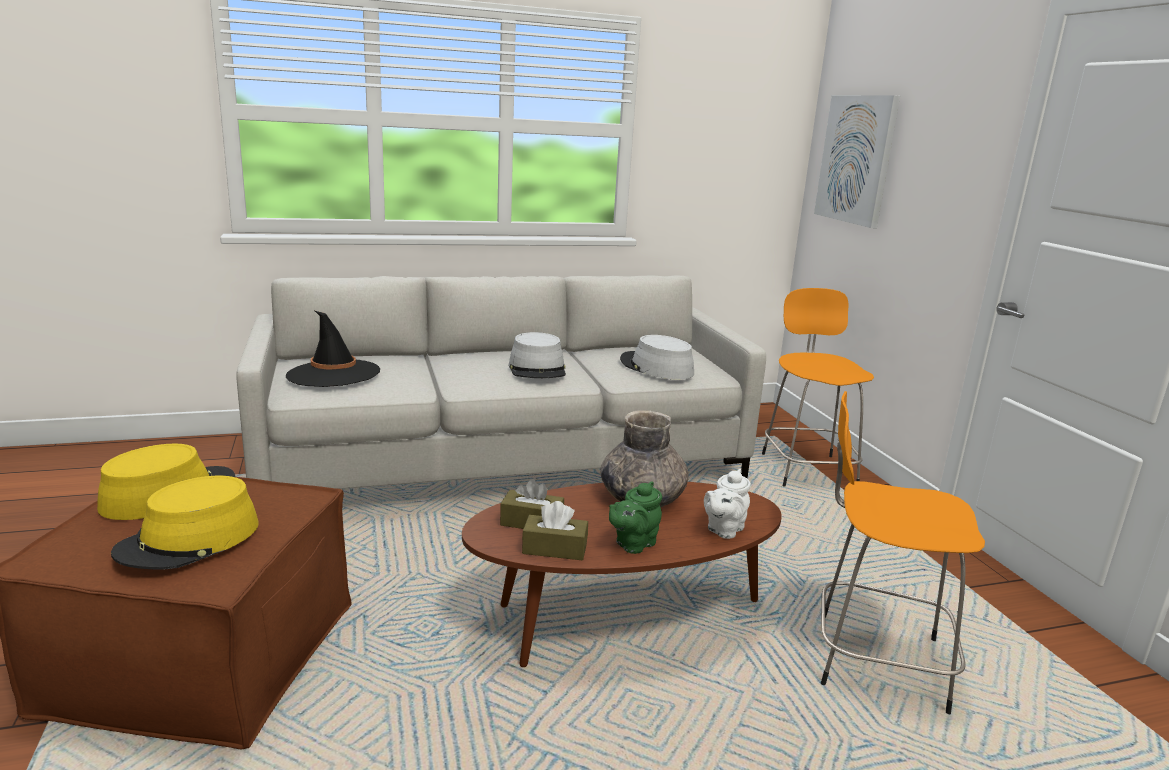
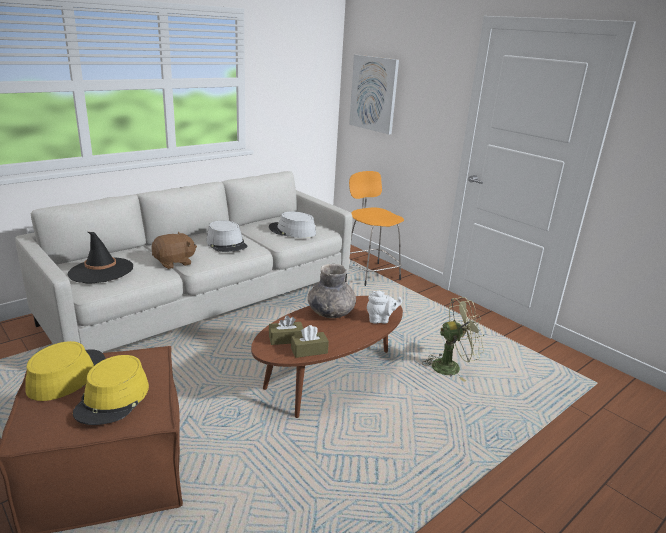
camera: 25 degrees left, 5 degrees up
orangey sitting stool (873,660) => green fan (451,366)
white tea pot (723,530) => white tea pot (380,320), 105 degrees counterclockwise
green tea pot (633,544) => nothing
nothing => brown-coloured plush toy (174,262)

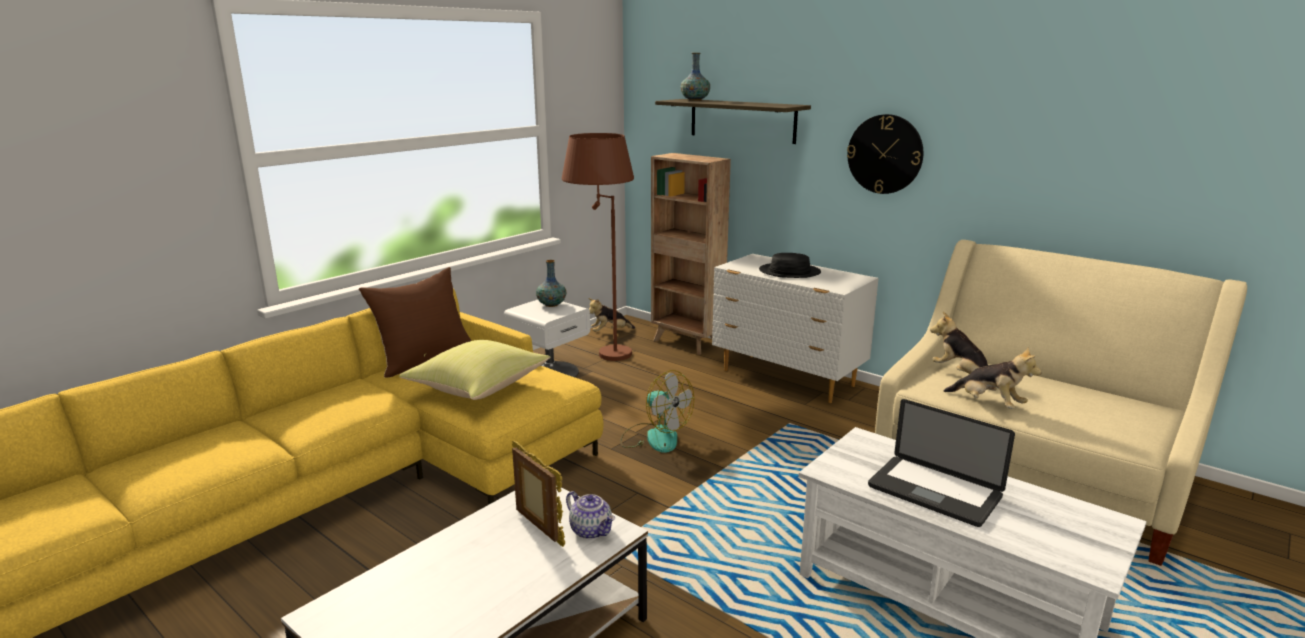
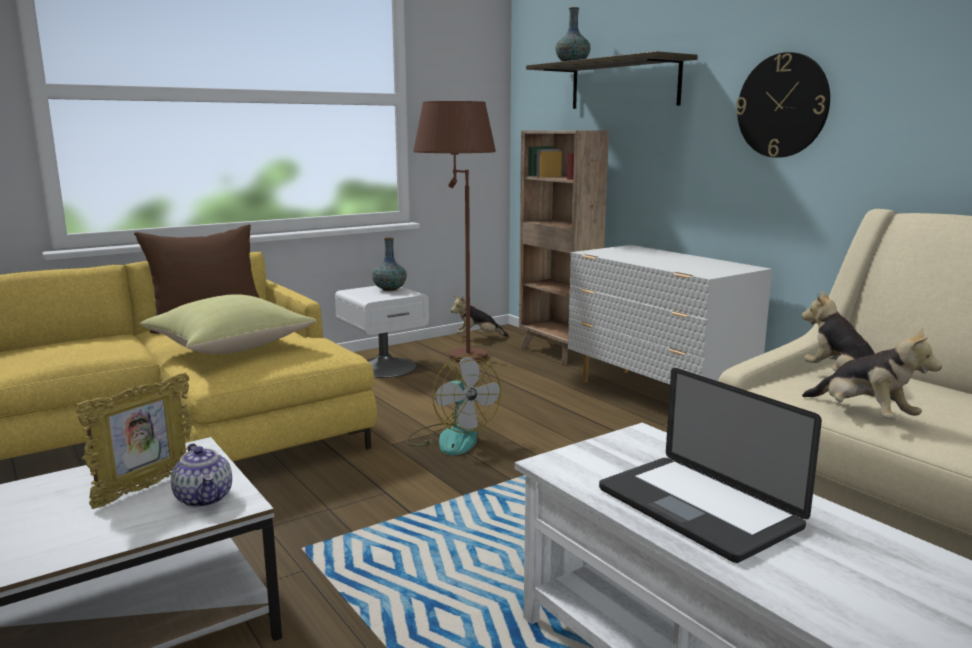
camera: 15 degrees right, 5 degrees down
blackish clothing hat (789,272) => nothing
standing frame (538,528) => standing frame (146,488), 60 degrees clockwise

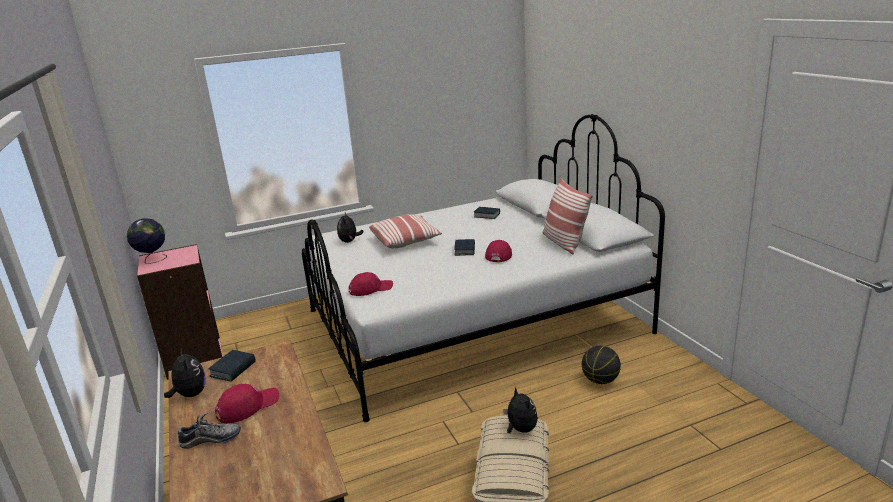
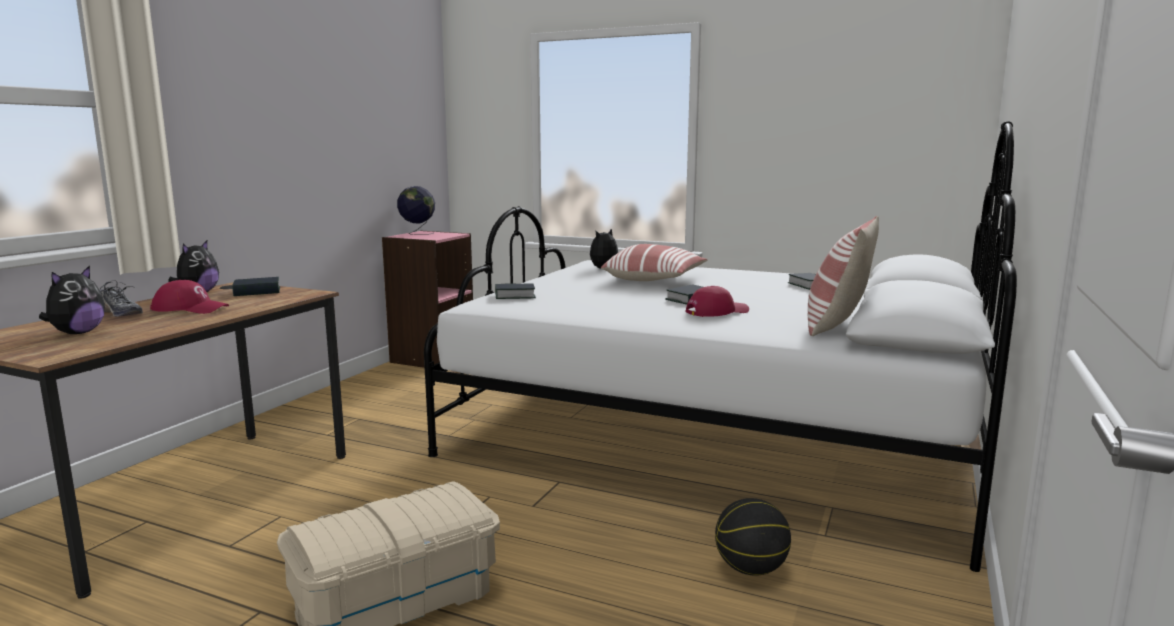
camera: 45 degrees right, 10 degrees down
red baseball cap (370,288) => book (515,296)
plush toy (520,429) => plush toy (77,333), relocated

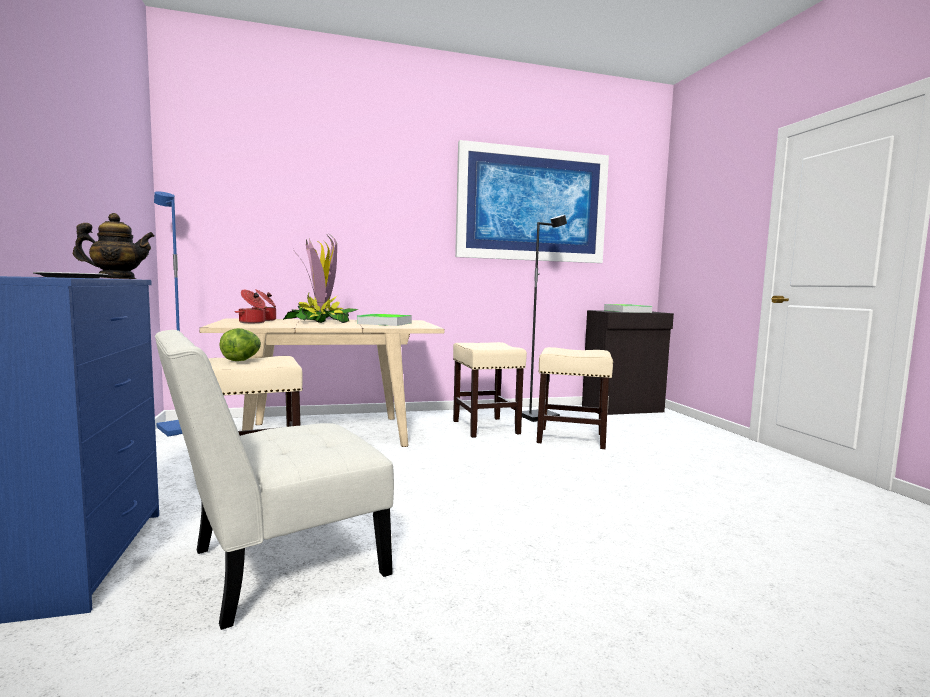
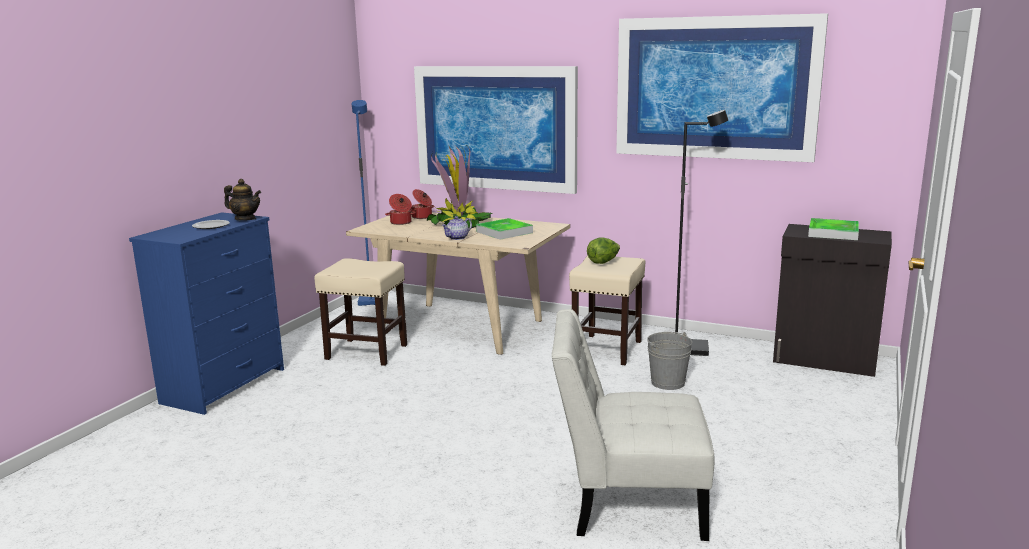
camera: 40 degrees right, 10 degrees up
lettuce (242,360) => lettuce (603,262), relocated
white plain chair (277,566) => white plain chair (628,502), relocated
beige sitting stool (572,438) => greyish water bucket (668,382)
nothing => picture (495,128)
nothing => tea pot (457,238)

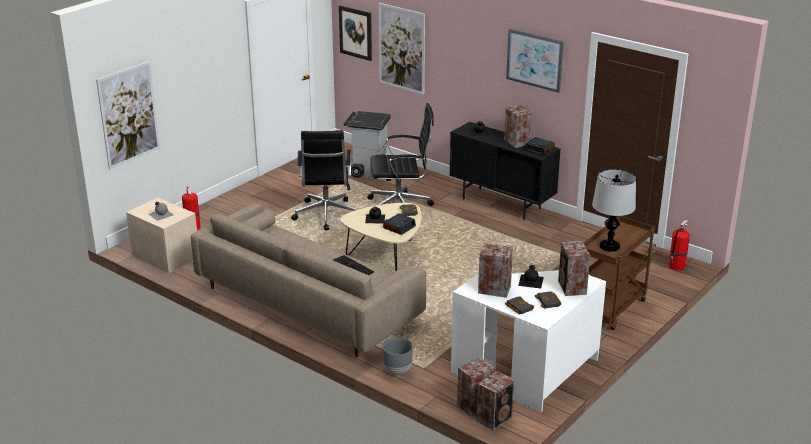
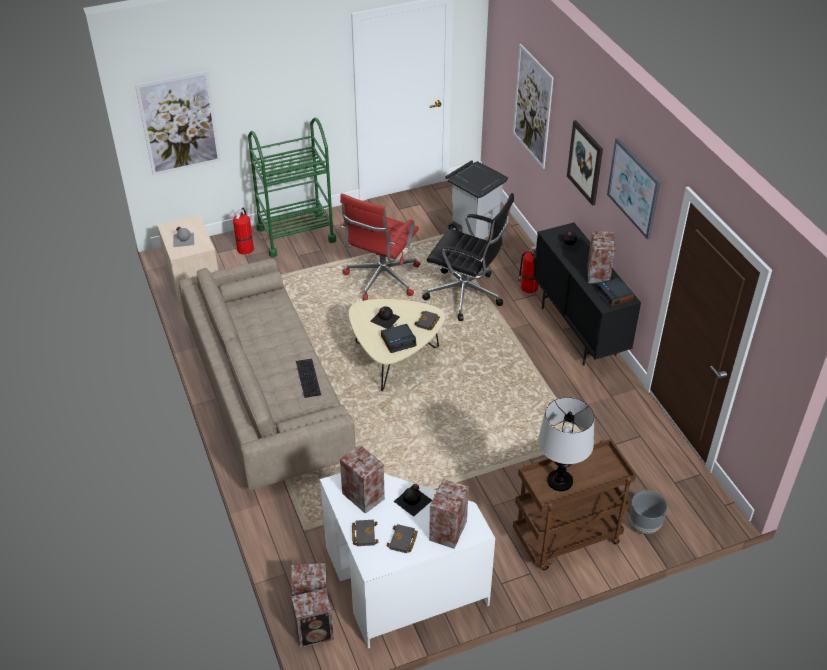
camera: 30 degrees right, 15 degrees up
picture (356,32) => picture (585,162), relocated
blackish office chair (326,215) => red office chair (381,279)
fire-fighting cylinder (676,266) => fire-fighting cylinder (528,287), relocated
greyish planter (397,371) => greyish planter (643,525), relocated
nothing => green trolley (296,234)

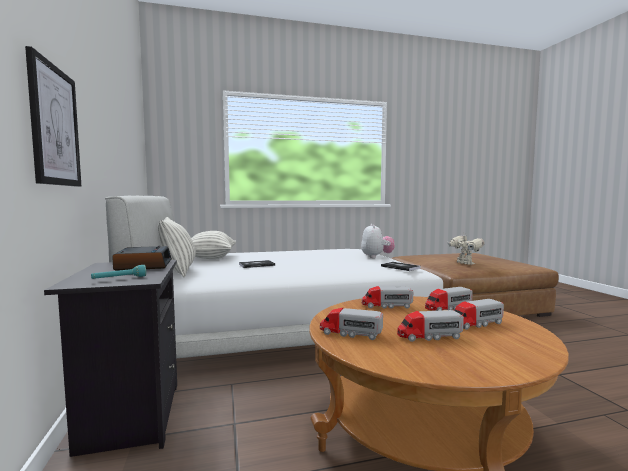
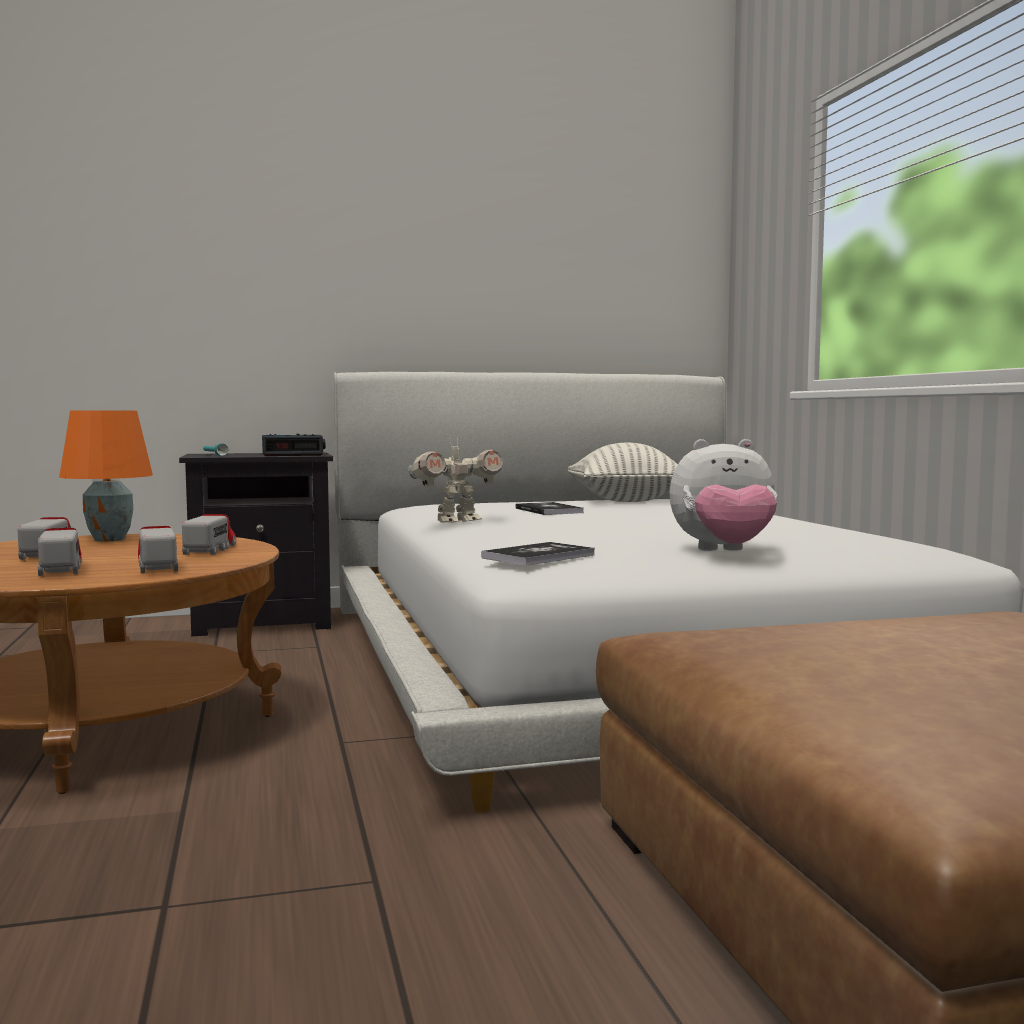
camera: 90 degrees right, 0 degrees up
picture (54,126) => nothing
pillow (177,271) => nothing
model robot (464,263) => model robot (456,521), relocated
toy lorry (350,333) => orangey lamp for a table (108,539)

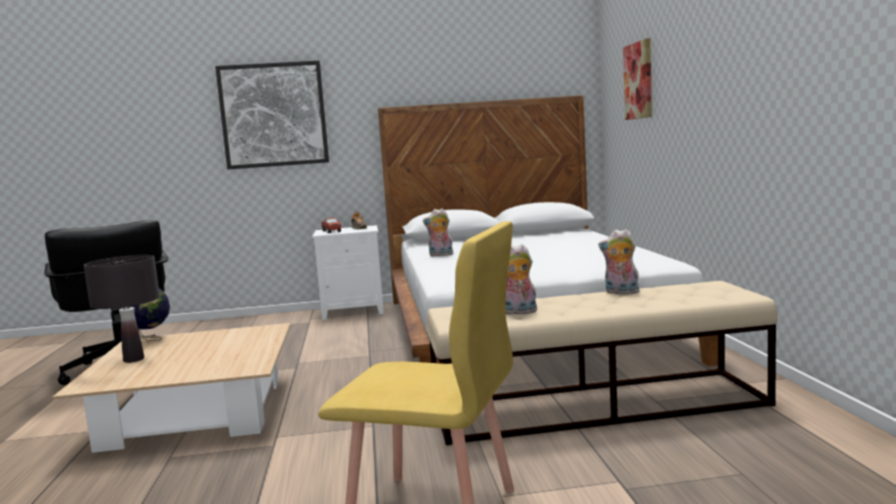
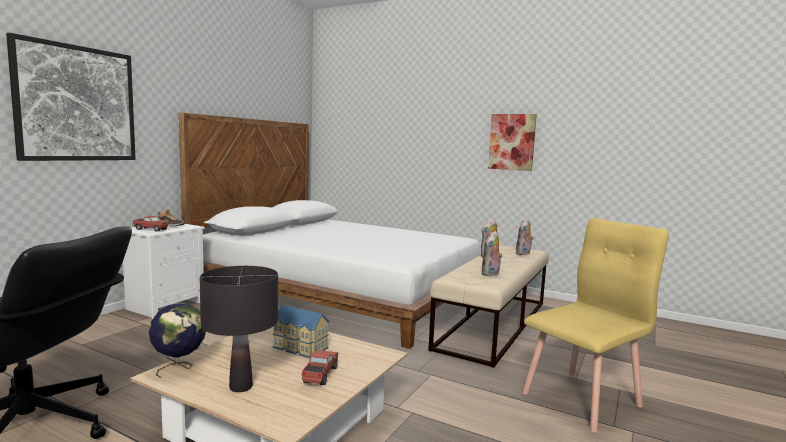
camera: 55 degrees left, 0 degrees up
picture (639,80) => picture (512,142), relocated
plush toy (440,255) => plush toy (523,253), relocated
nothing => miniature house (299,348)
nothing => toy lorry (320,375)

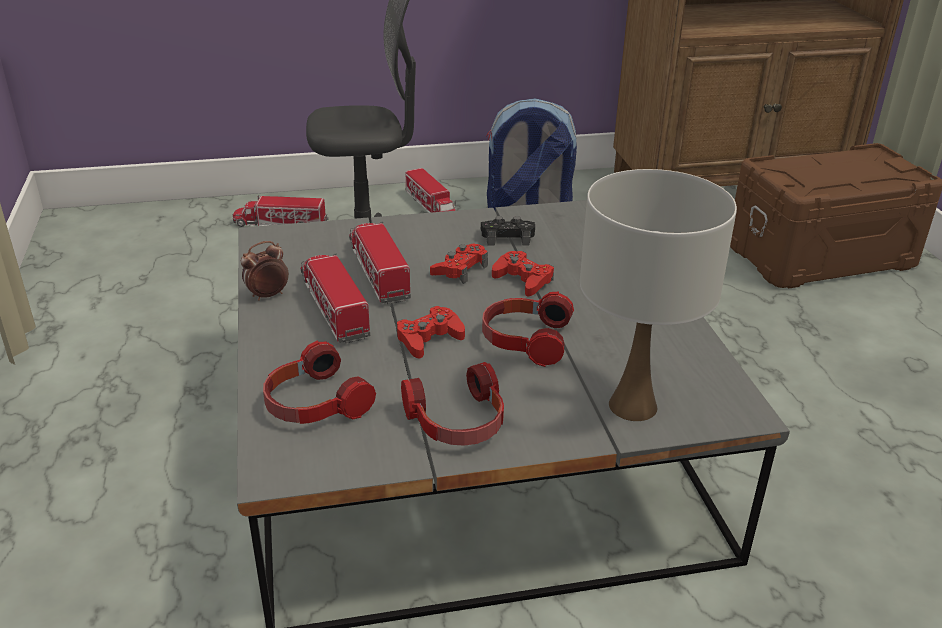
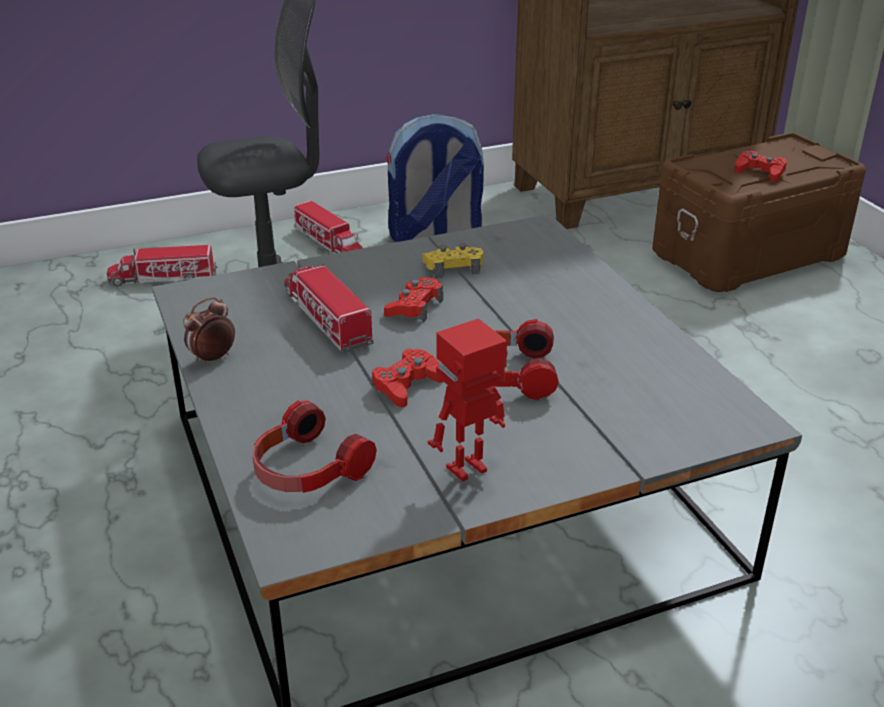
camera: 10 degrees left, 0 degrees up
white lamp for a table (633,406) => nothing
blackish game controller (507,237) => yellow game controller (453,267)
red game controller (523,280) => red game controller (760,172), relocated
toy lorry (334,307) => nothing
headset (458,423) => model robot (468,470)

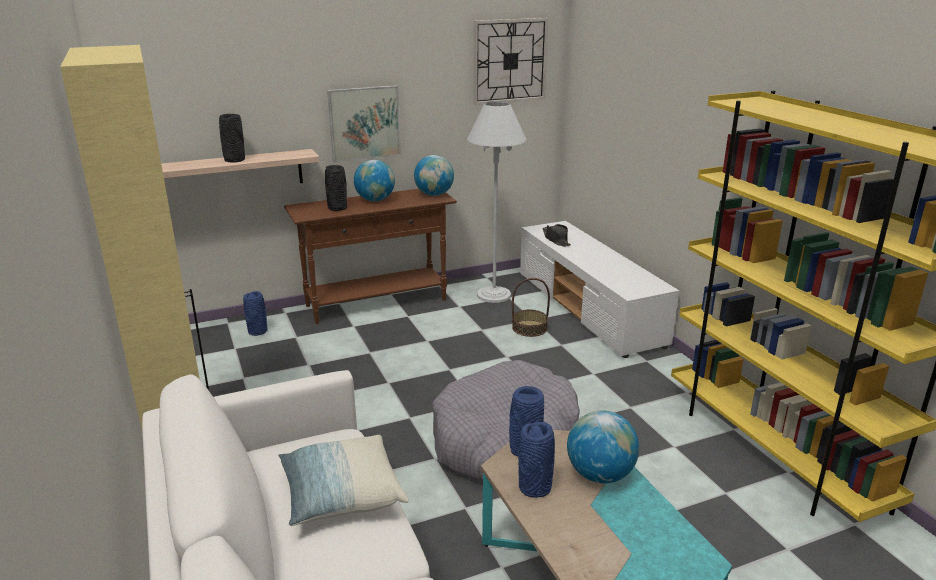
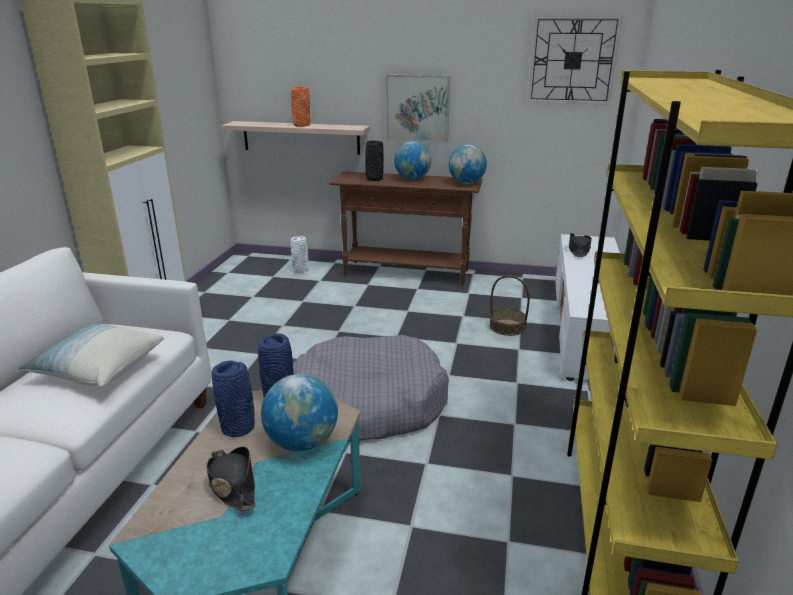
camera: 35 degrees right, 0 degrees up
white standard lamp (494,295) => nothing
blackish vase (234,160) => orangey vase (301,125)
bluish vase (258,331) => white vase (301,270)
nothing => blackish clothing hat (232,484)

